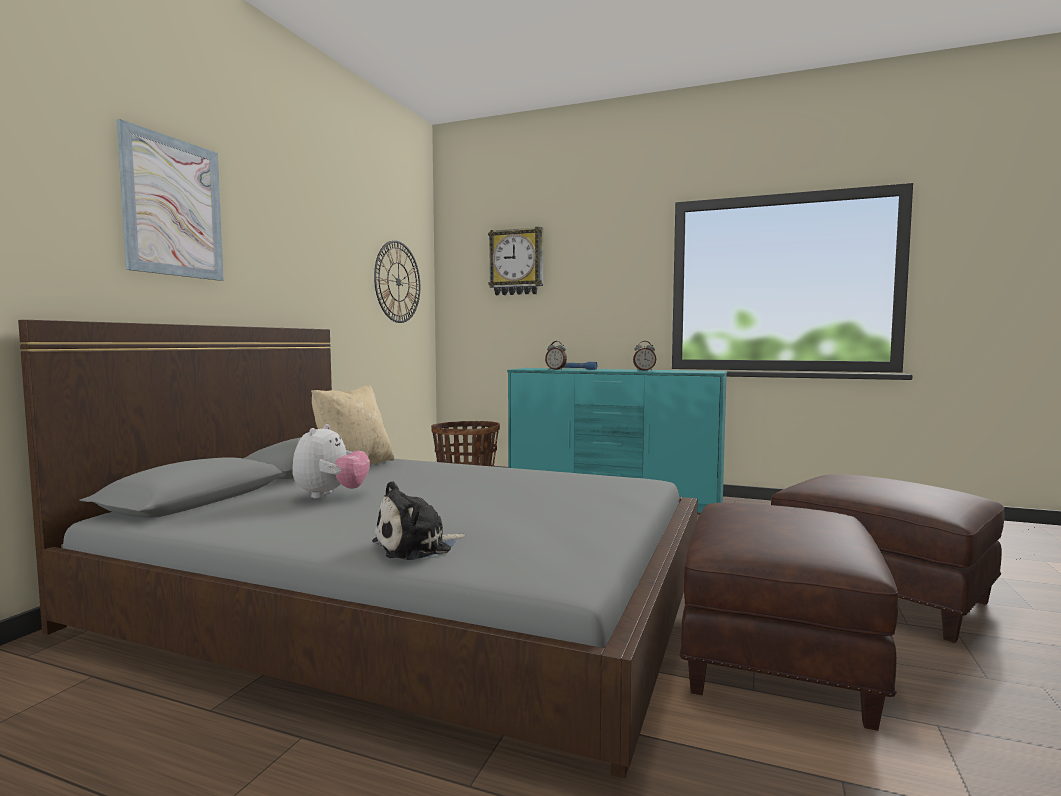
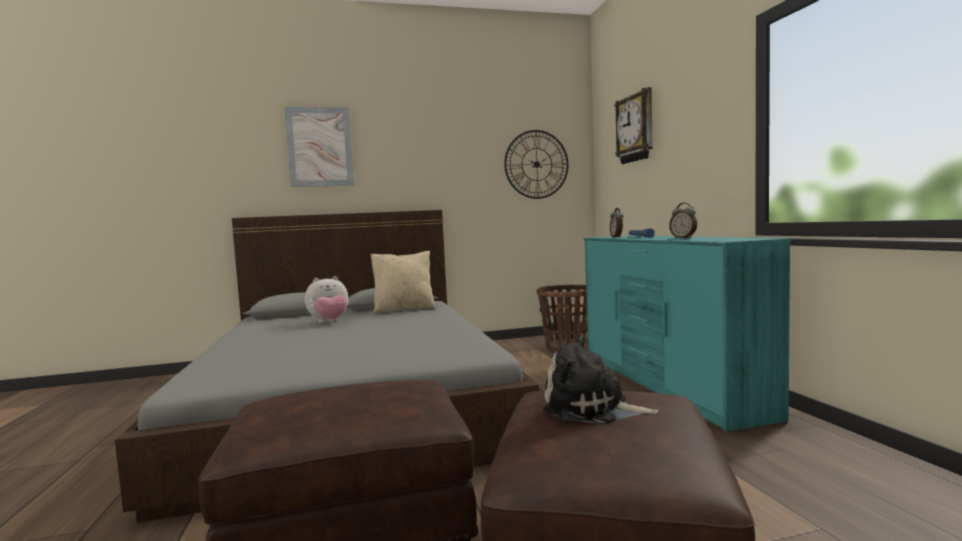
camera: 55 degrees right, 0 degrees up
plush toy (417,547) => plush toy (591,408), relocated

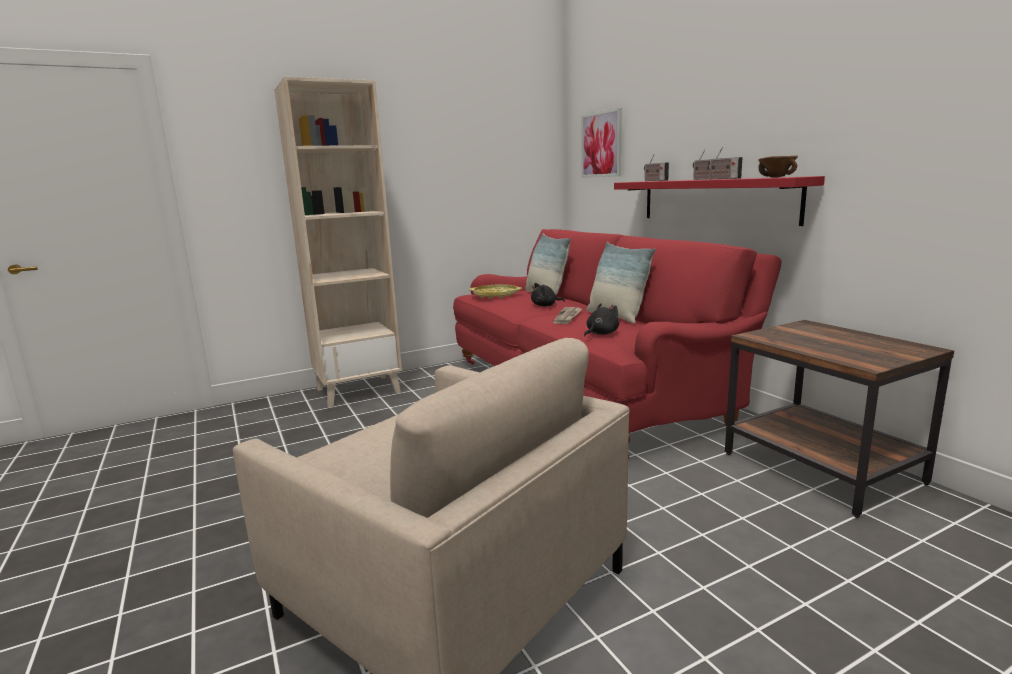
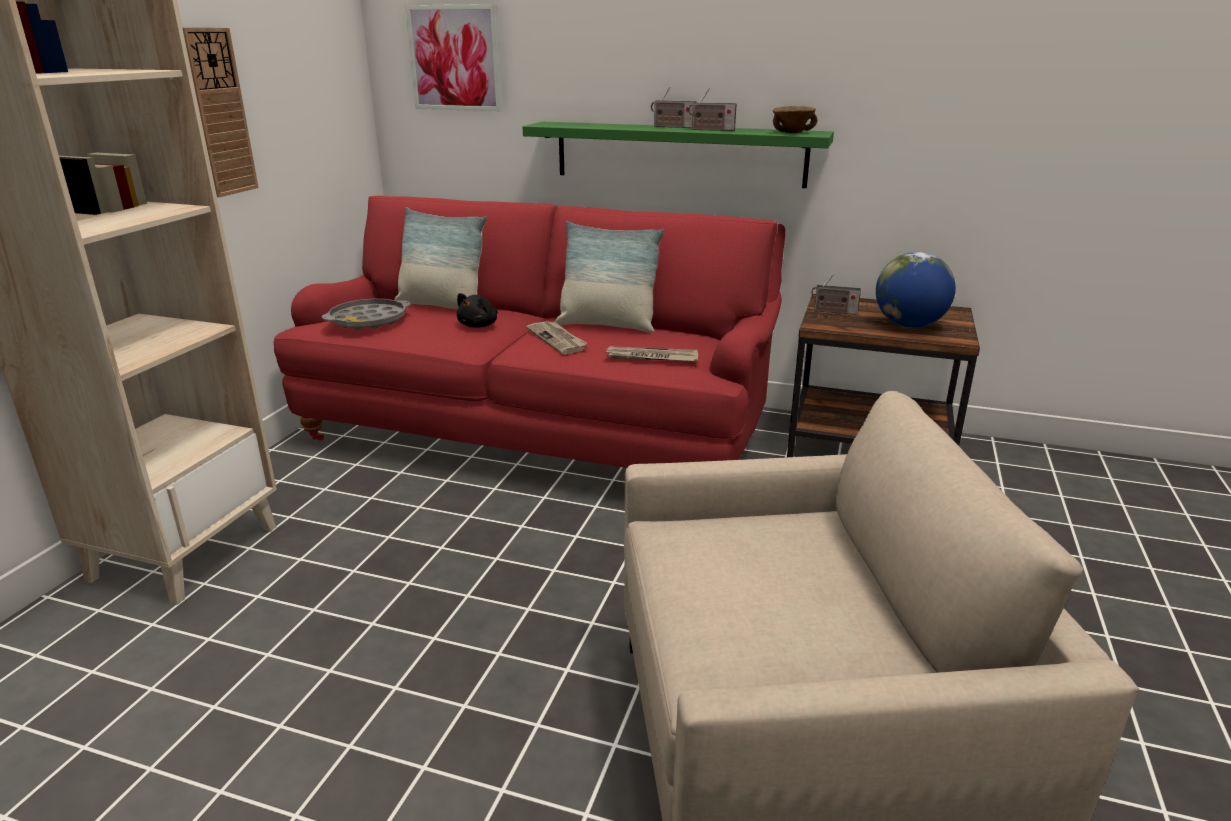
camera: 45 degrees left, 10 degrees up
radio set (654,180) => radio set (833,312), relocated
red wall shelf (715,200) => green wall shelf (679,154)
yellow tray (495,295) => greyish tray (368,320)
blackish plush toy (601,333) => printed paper (651,357)
nothing => clock on the wall (220,113)
nothing => desk globe (909,325)

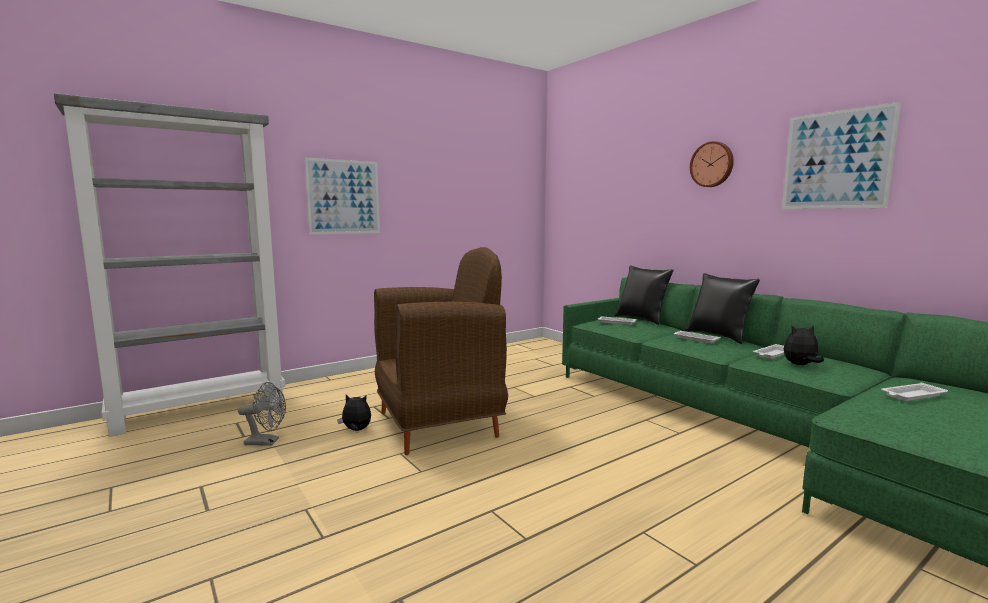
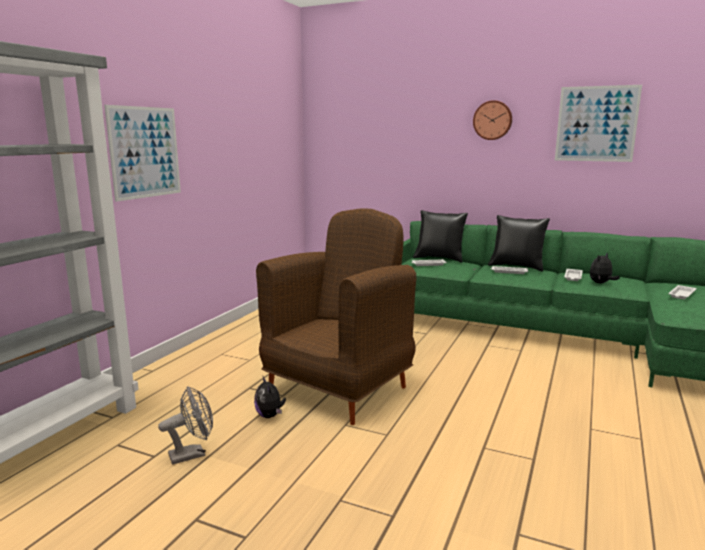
camera: 30 degrees left, 5 degrees up
plush toy (356,430) => plush toy (270,415), 90 degrees counterclockwise

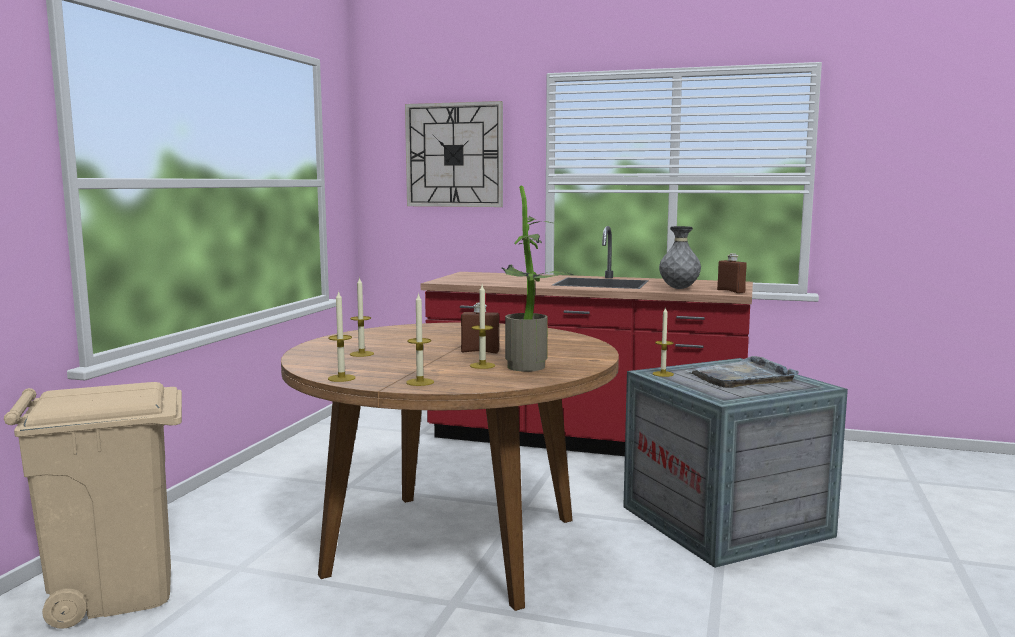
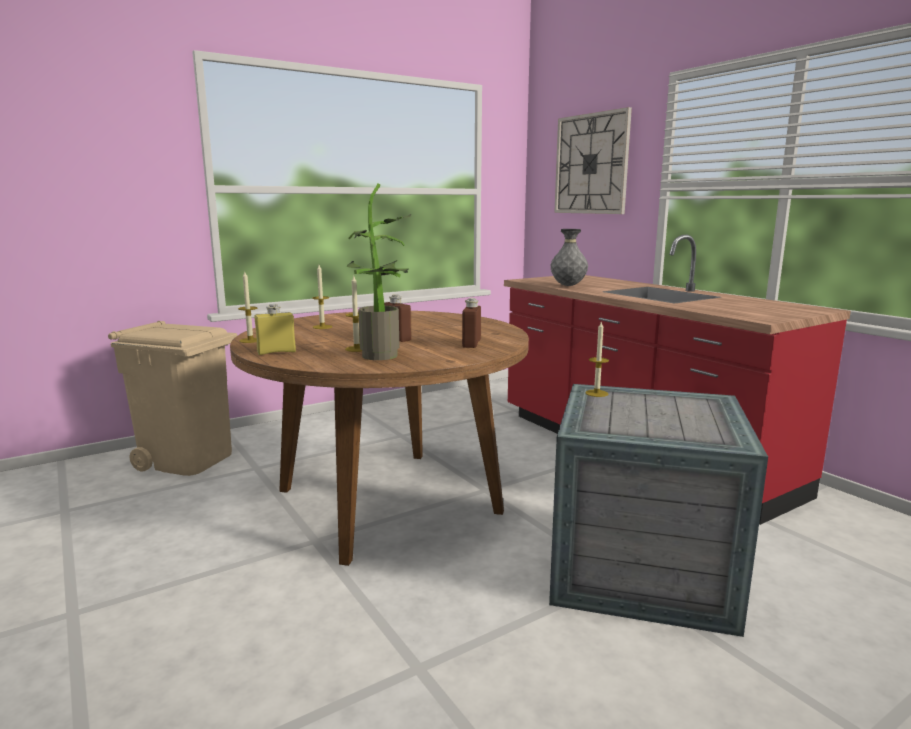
camera: 40 degrees right, 5 degrees up
greyish vase (679,288) => greyish vase (568,286), relocated
brown-coloured beverage bottle (731,291) => brown-coloured beverage bottle (471,344), relocated
wax candle (420,382) => yellow beverage bottle (276,352)
greyish tray (741,377) => nothing

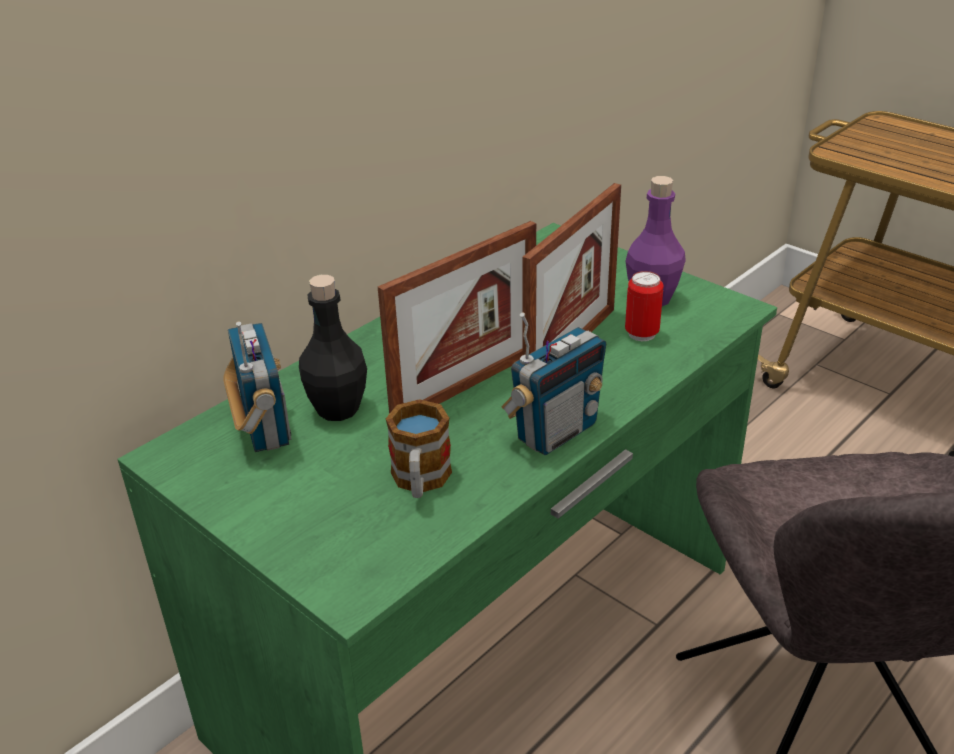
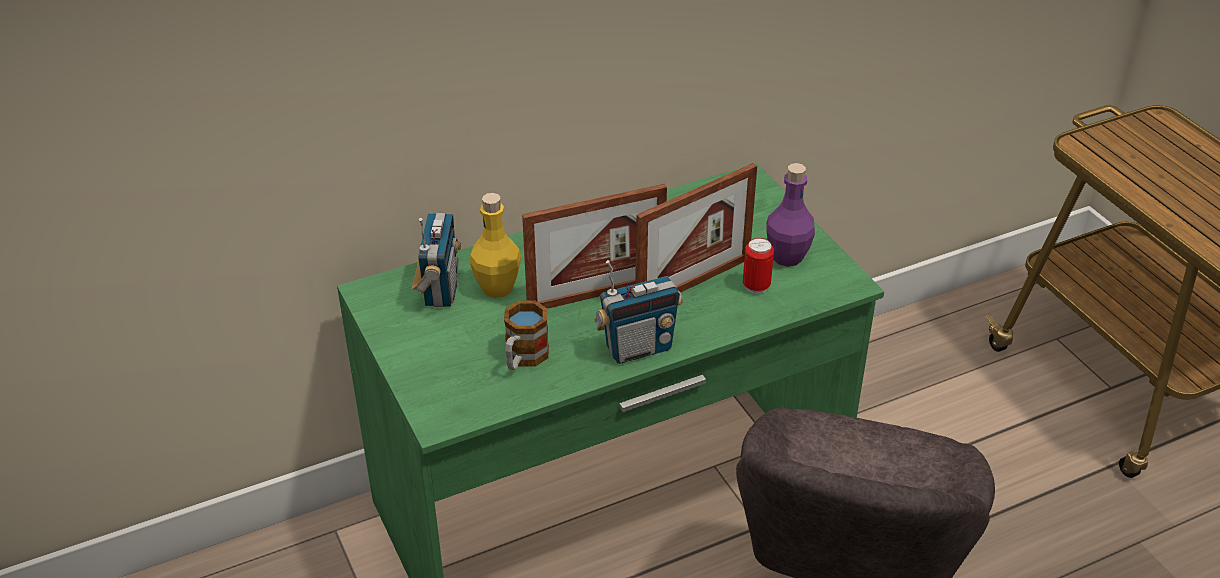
camera: 20 degrees right, 5 degrees up
blackish beverage bottle (338,409) => yellow beverage bottle (497,288)

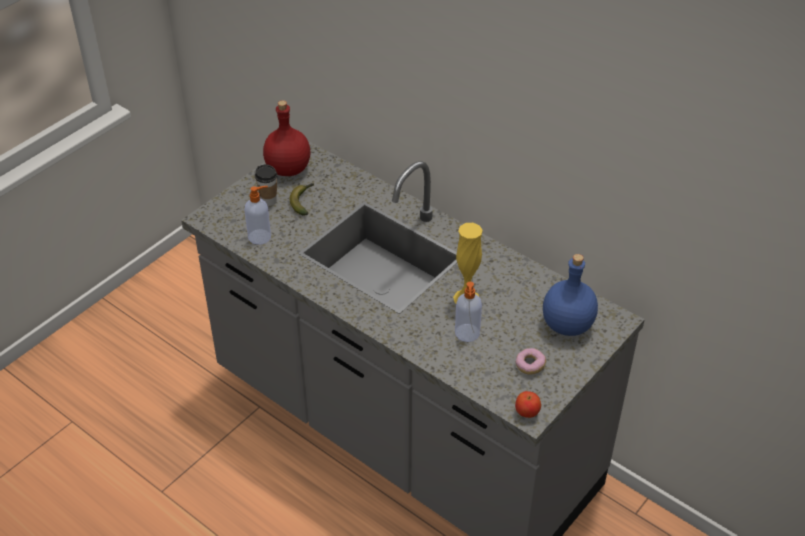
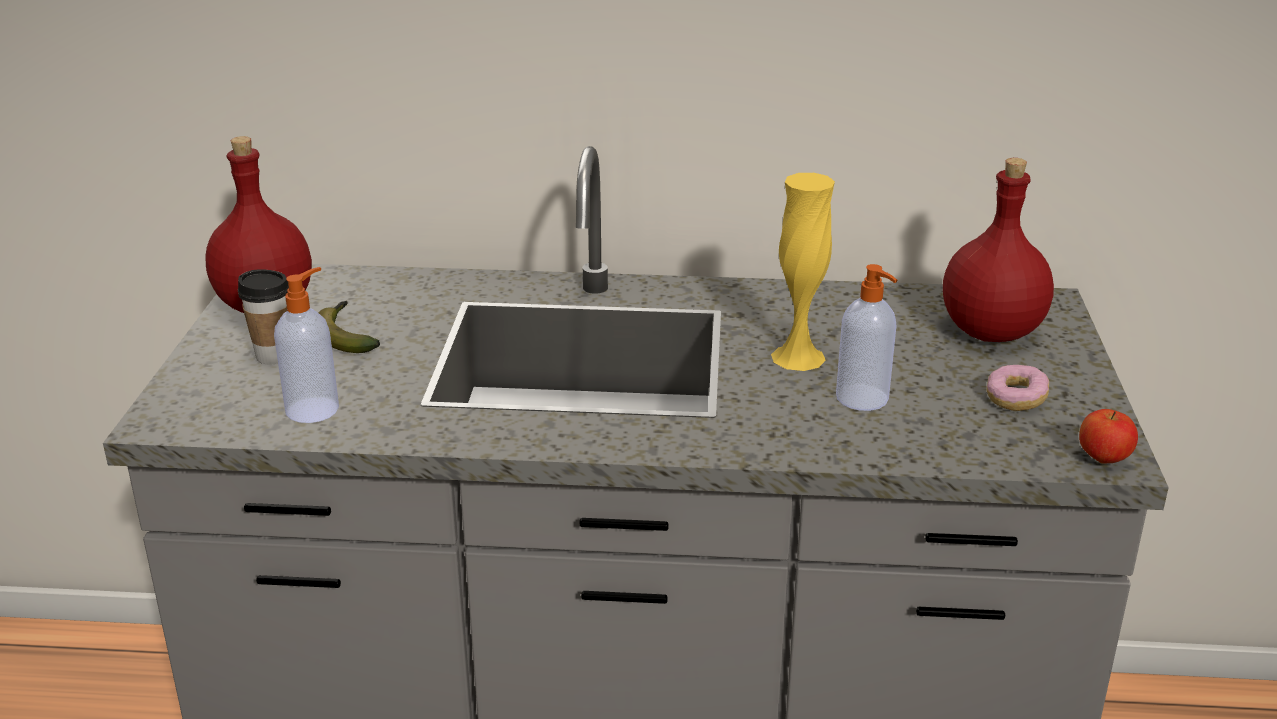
camera: 35 degrees left, 15 degrees down
bluish beverage bottle (568,325) => red beverage bottle (993,332)

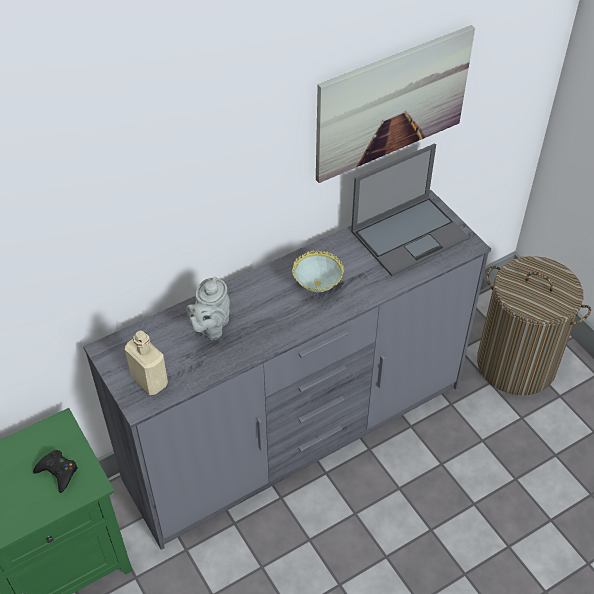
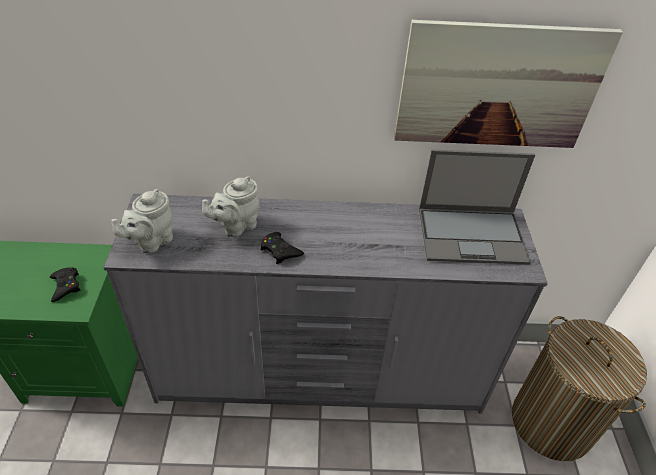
camera: 30 degrees right, 5 degrees down
bowl (317,287) => nothing
beige beverage bottle (149,381) => greyish tea pot (151,242)
nothing => blackish game controller (280,251)

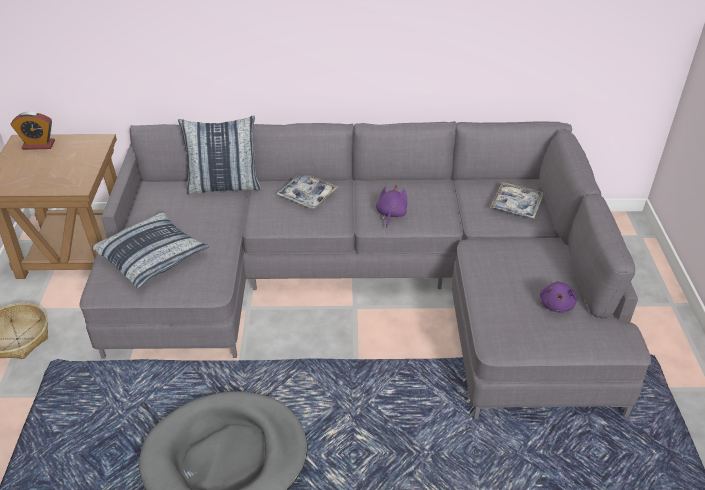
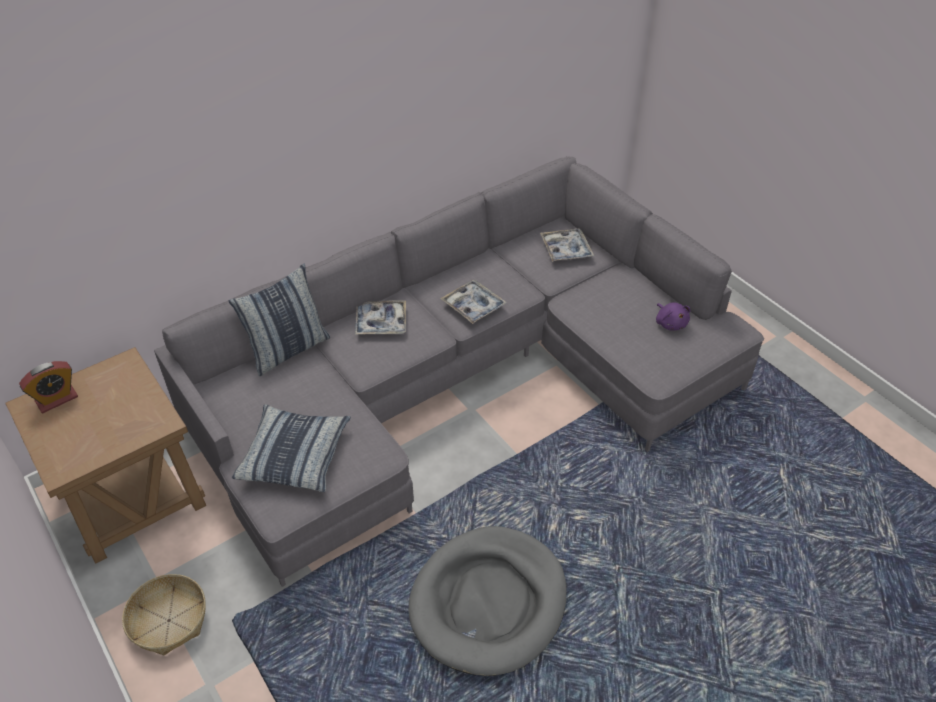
camera: 35 degrees left, 5 degrees up
purple-coloured plush toy (391,214) => tray (473,306)

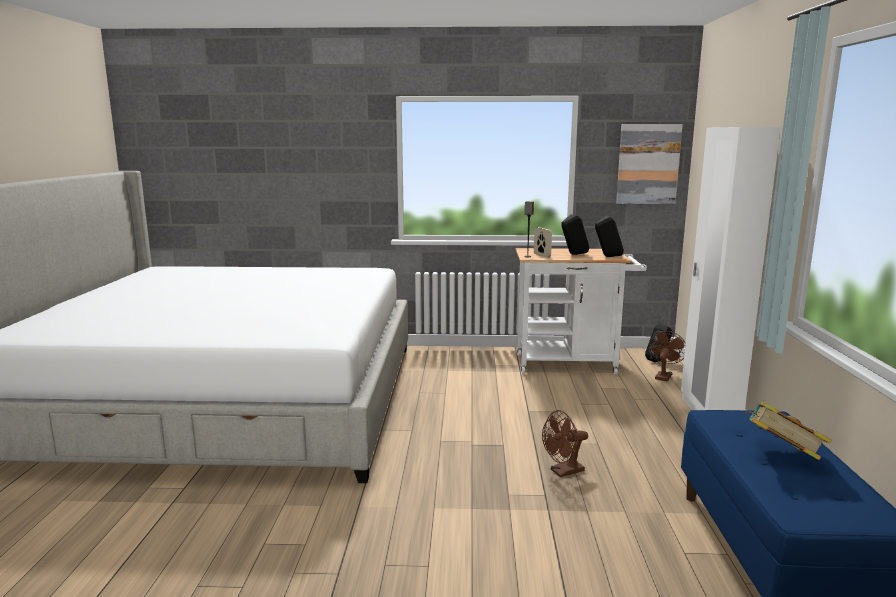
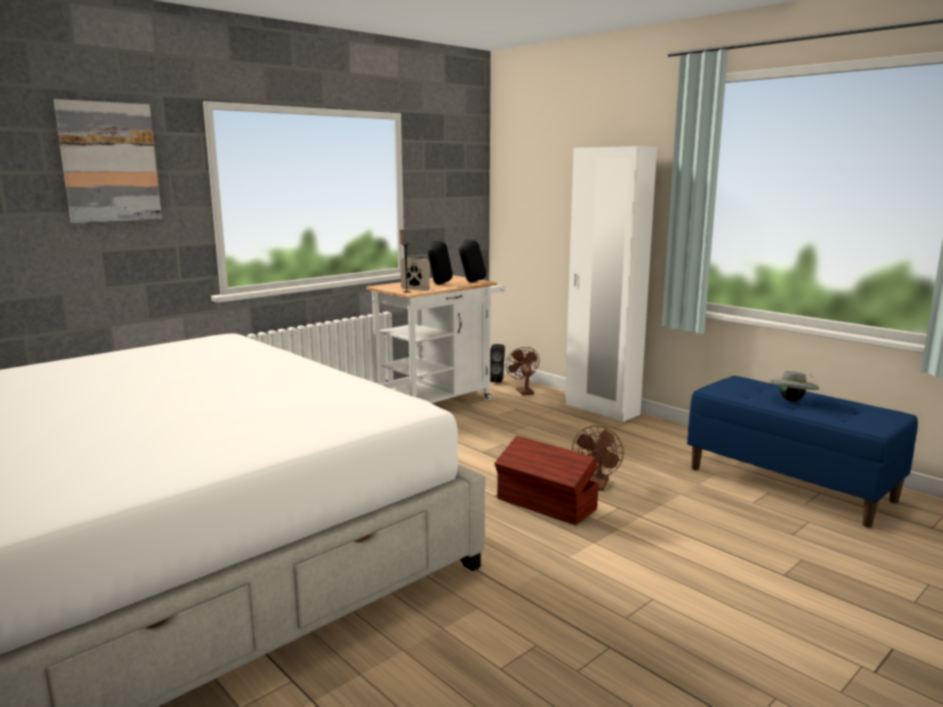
camera: 45 degrees left, 0 degrees up
picture (648,164) => picture (109,162), relocated
book (781,455) => greyish clothing hat (792,400)
nothing => brown-coloured storage container (546,504)

